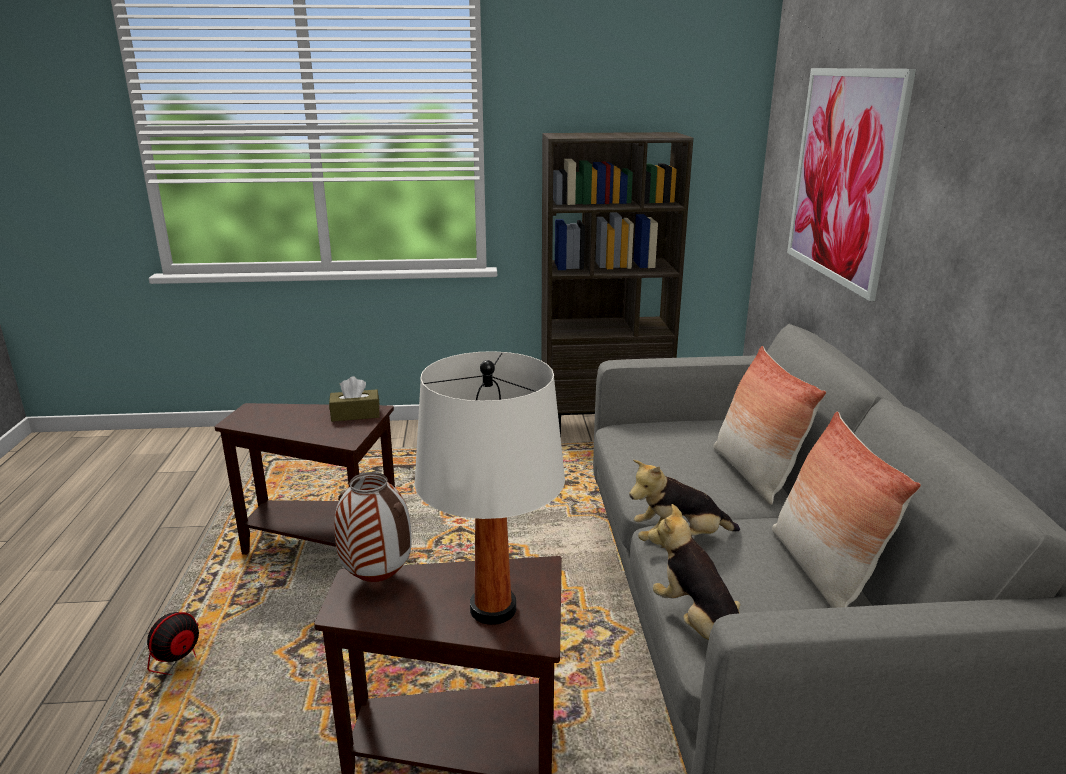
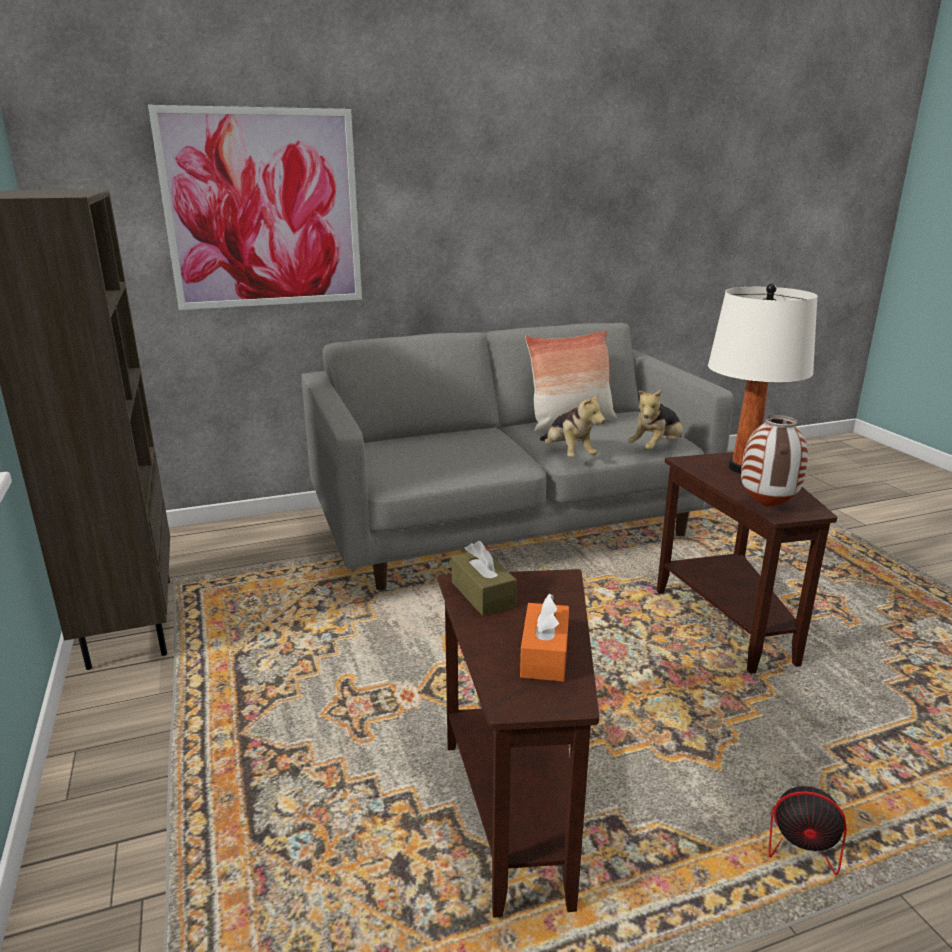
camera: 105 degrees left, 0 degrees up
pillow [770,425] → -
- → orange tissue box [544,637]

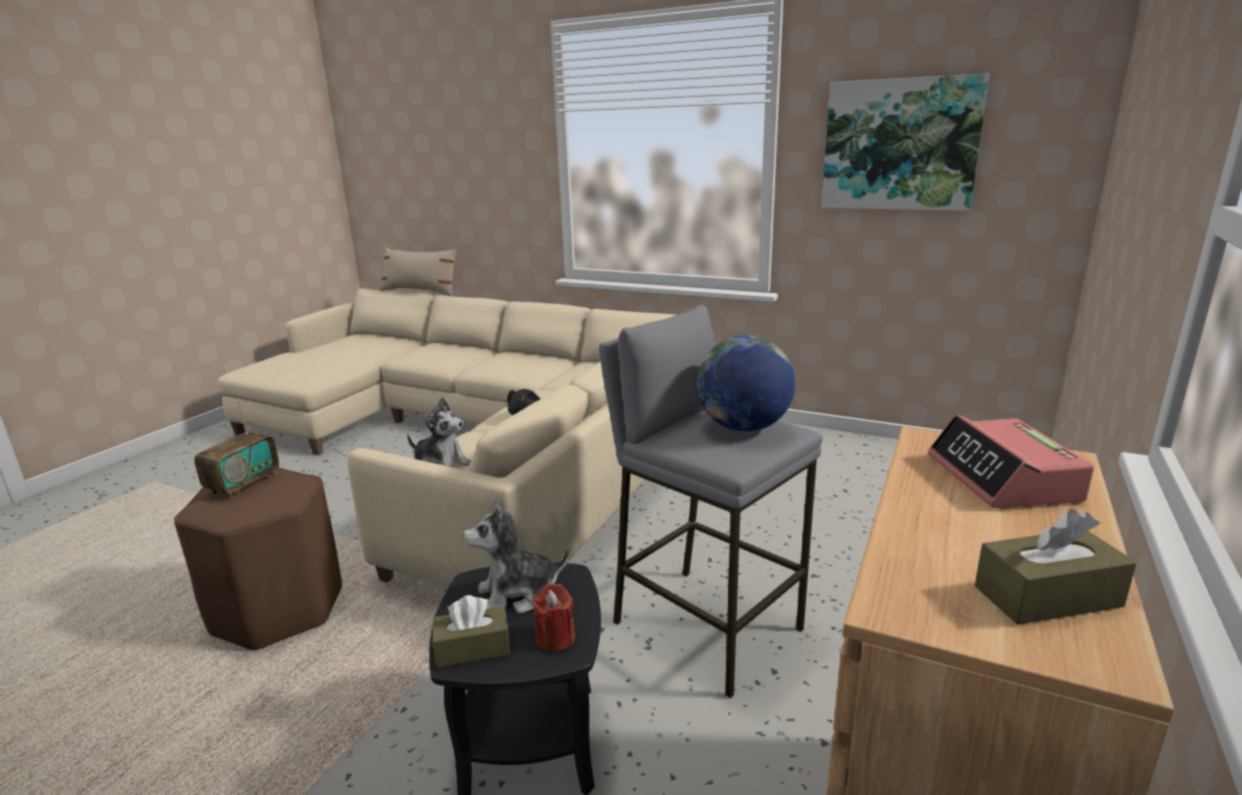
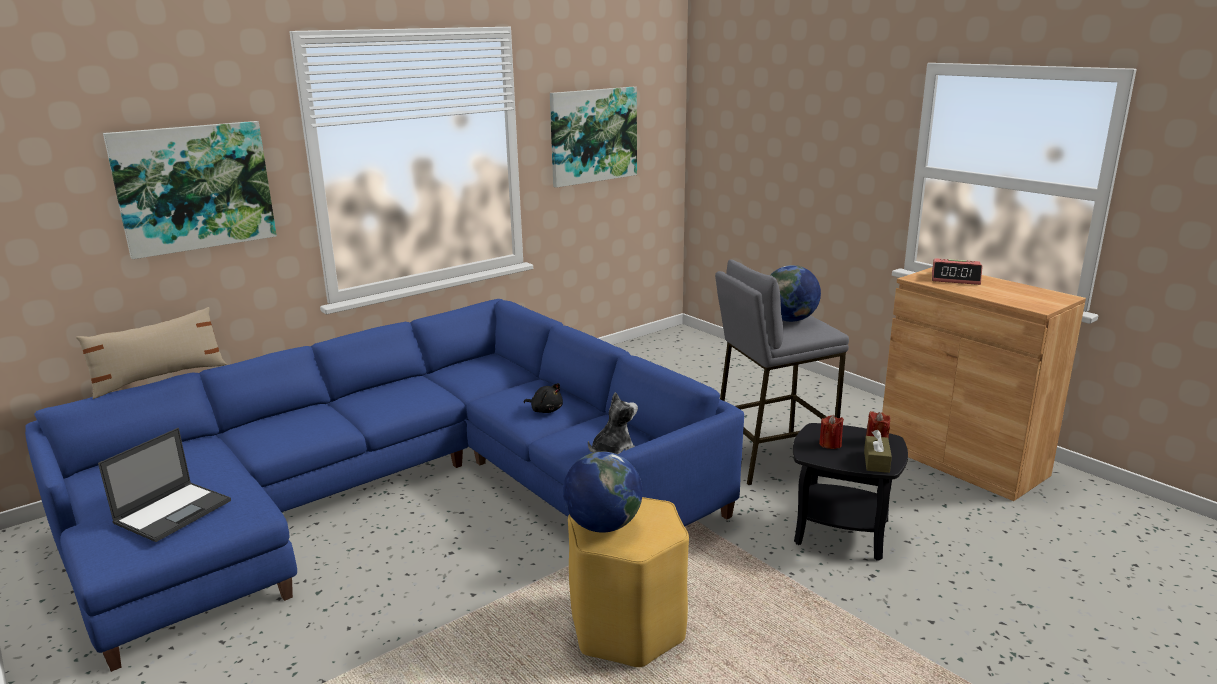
camera: 65 degrees left, 0 degrees up
beige sofa [465,437] → blue sofa [384,485]
radio [236,450] → globe [603,492]
brown stool [258,559] → yellow stool [628,582]
plush toy [515,557] → red candle [831,432]
brown tissue box [1055,567] → -
- → picture [190,190]
- → laptop [164,485]

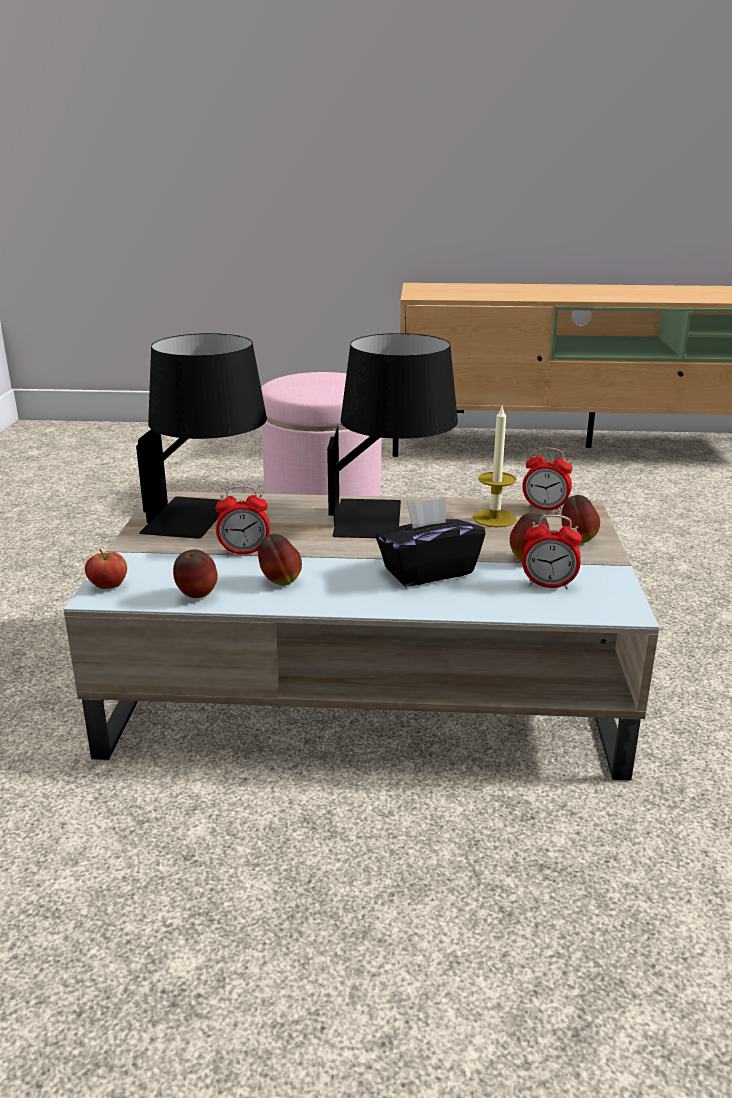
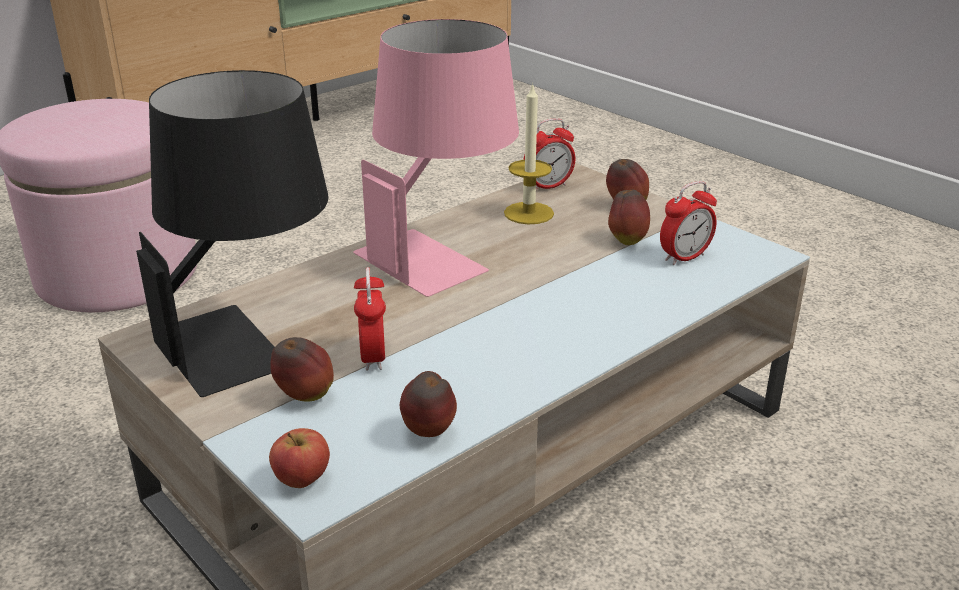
camera: 45 degrees left, 5 degrees up
black table lamp [392,435] → pink table lamp [436,158]
alarm clock [243,520] → alarm clock [370,319], 135 degrees clockwise
black tissue box [431,542] → -
apple [280,560] → apple [302,369], relocated

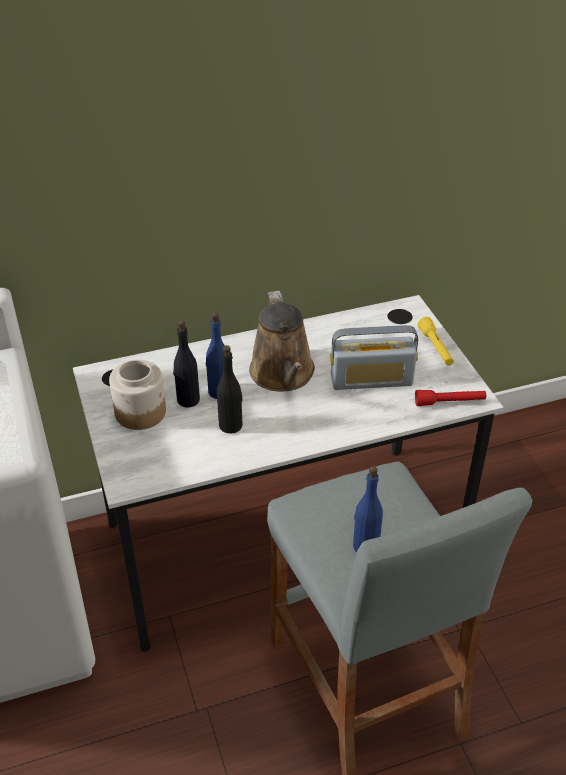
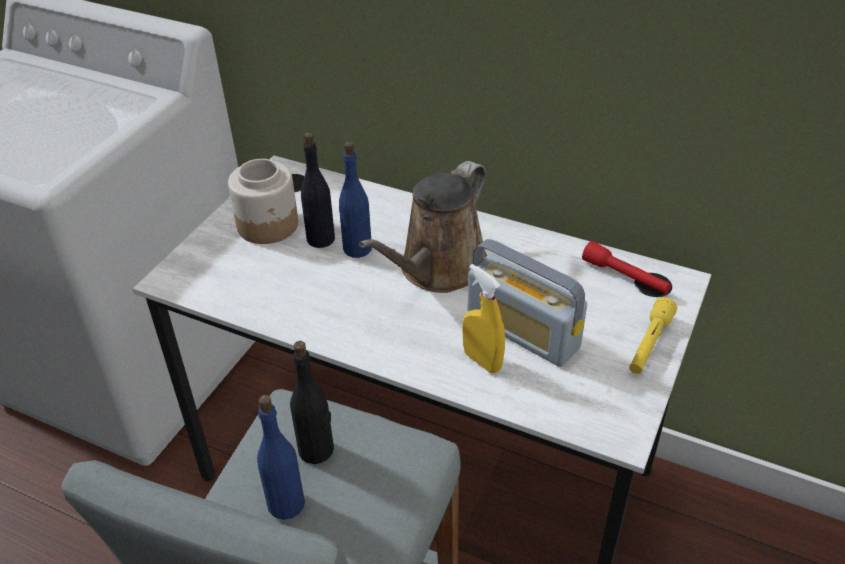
camera: 45 degrees right, 0 degrees up
black bottle [230,389] → black bottle [312,402], relocated
red flashlight [450,398] → red flashlight [626,267], relocated
- → yellow spray bottle [484,318]

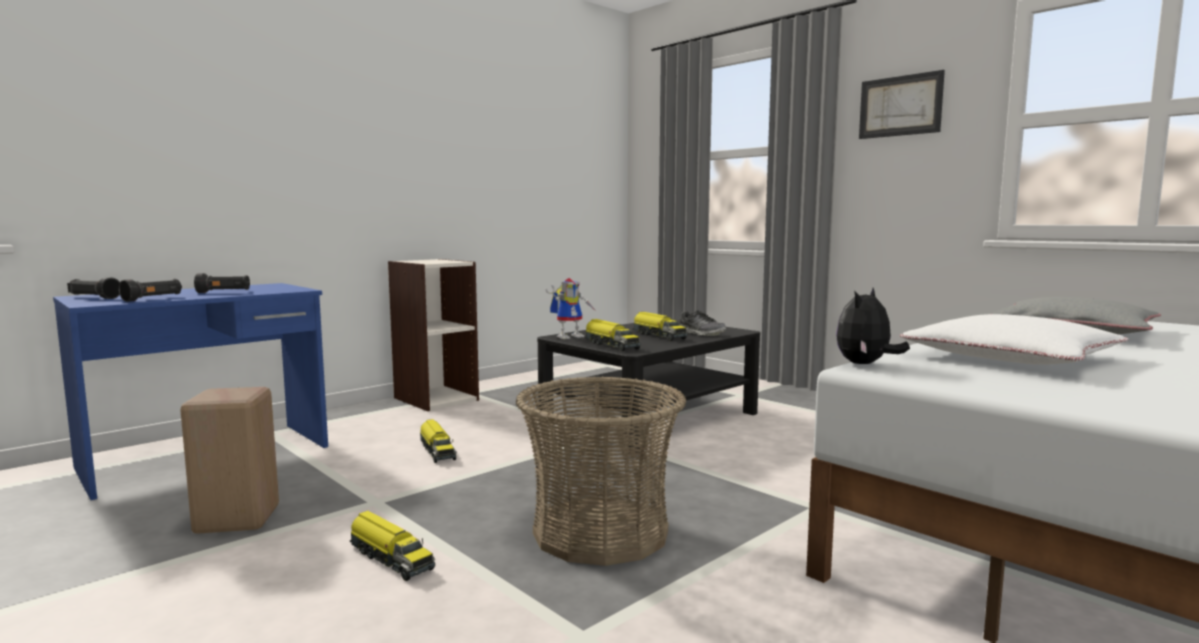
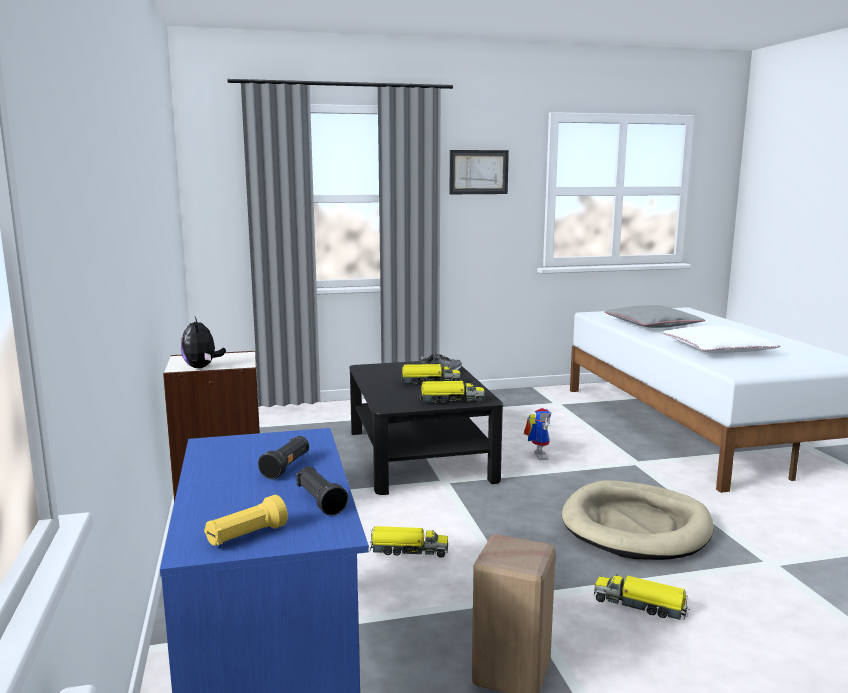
camera: 60 degrees left, 5 degrees up
black flashlight [93,288] → yellow flashlight [246,520]
toy robot [571,308] → toy robot [537,434], relocated
plush toy [873,326] → plush toy [203,342], relocated
basket [601,471] → beige dog bed [638,520]
toy truck [392,546] → toy truck [642,597], 135 degrees counterclockwise

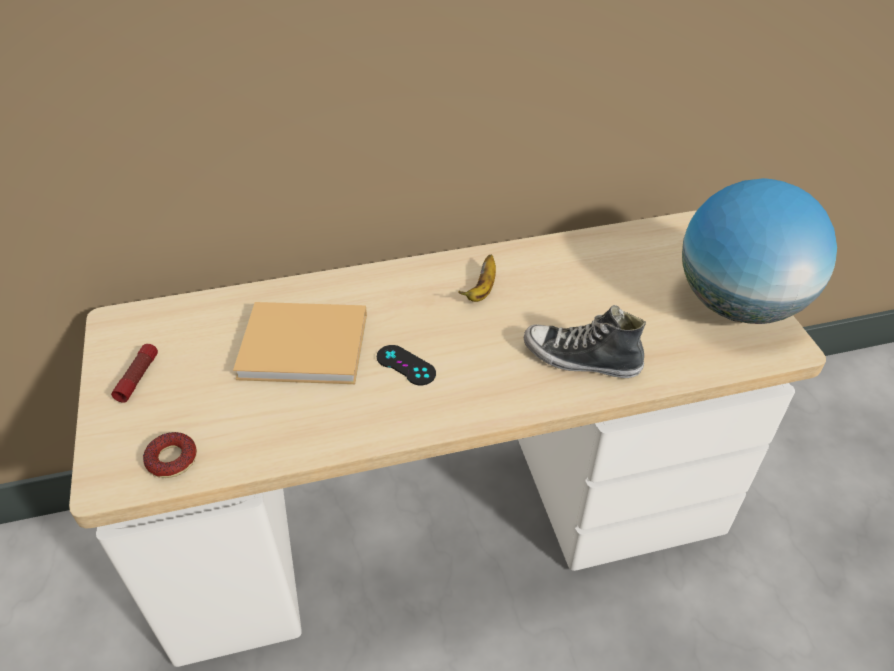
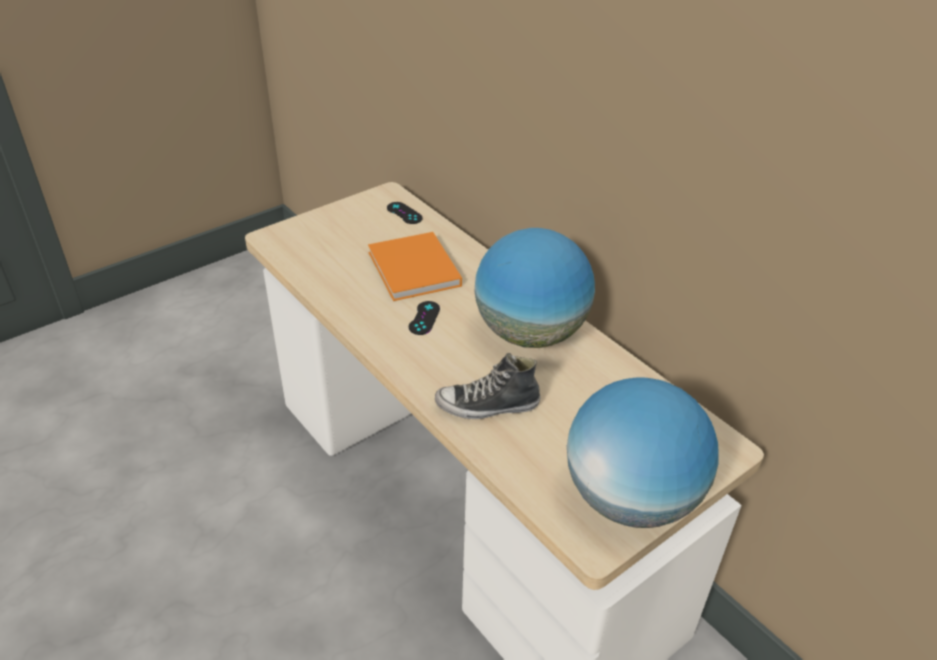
camera: 65 degrees right, 5 degrees down
banana [477,278] → globe [535,288]
beige book [300,343] → orange book [415,266]
shoe [585,341] → shoe [487,386], 90 degrees counterclockwise
flashlight [134,373] → -
donut [170,455] → -
- → black game controller [405,213]

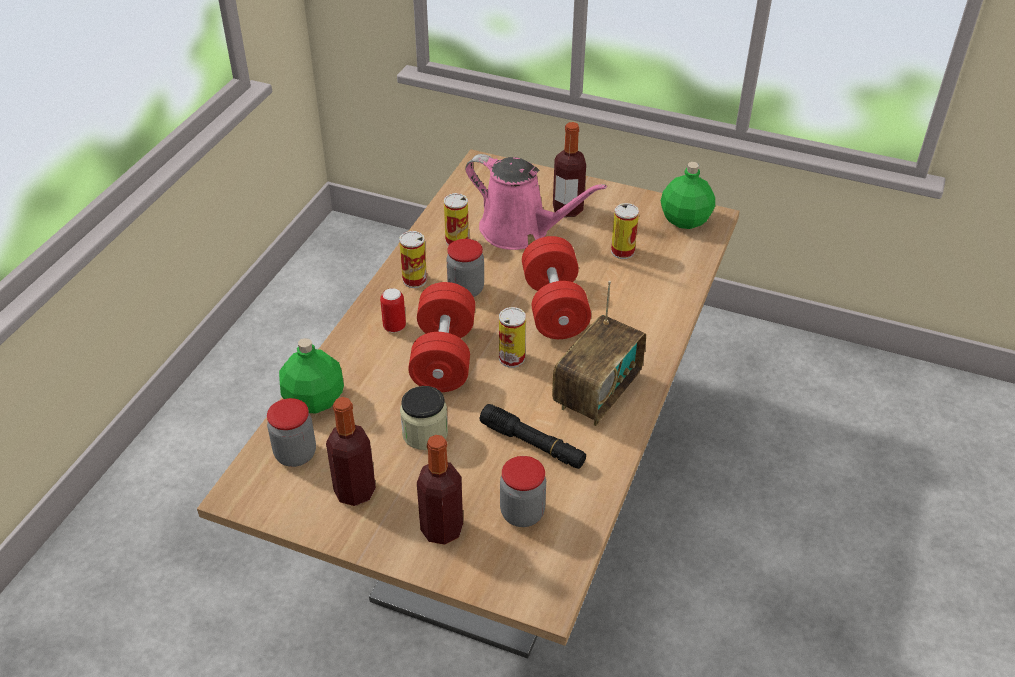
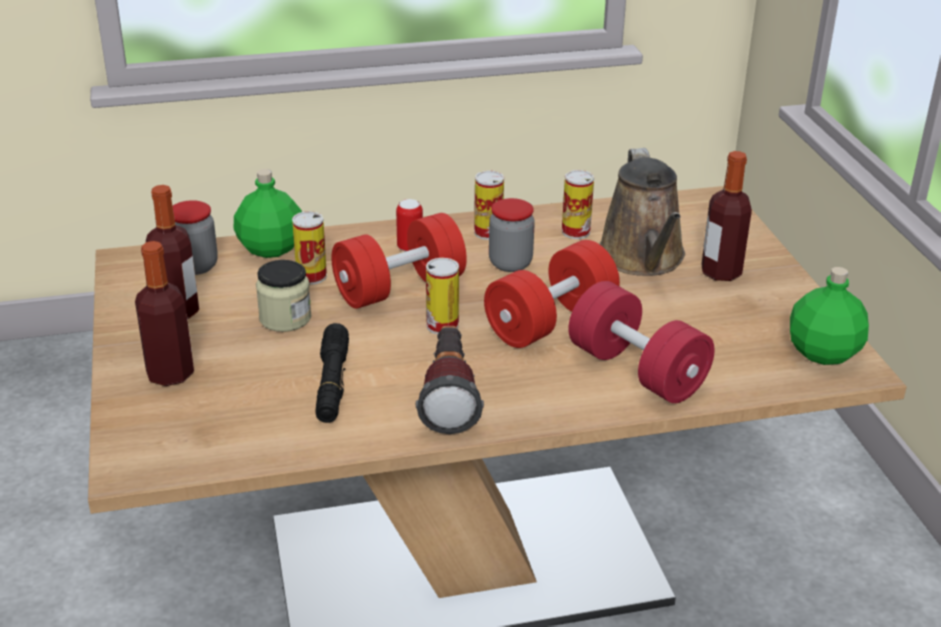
camera: 55 degrees right, 10 degrees down
pink watering can [536,202] → brown watering can [642,212]
can [625,231] → can [309,248], relocated
radio [599,353] → flashlight [450,380]
jar [523,491] → -
- → red dumbbell [641,342]

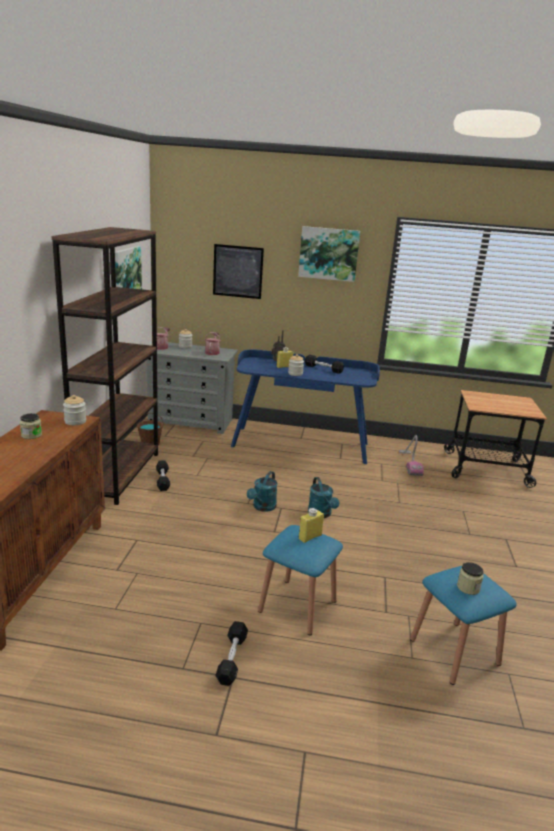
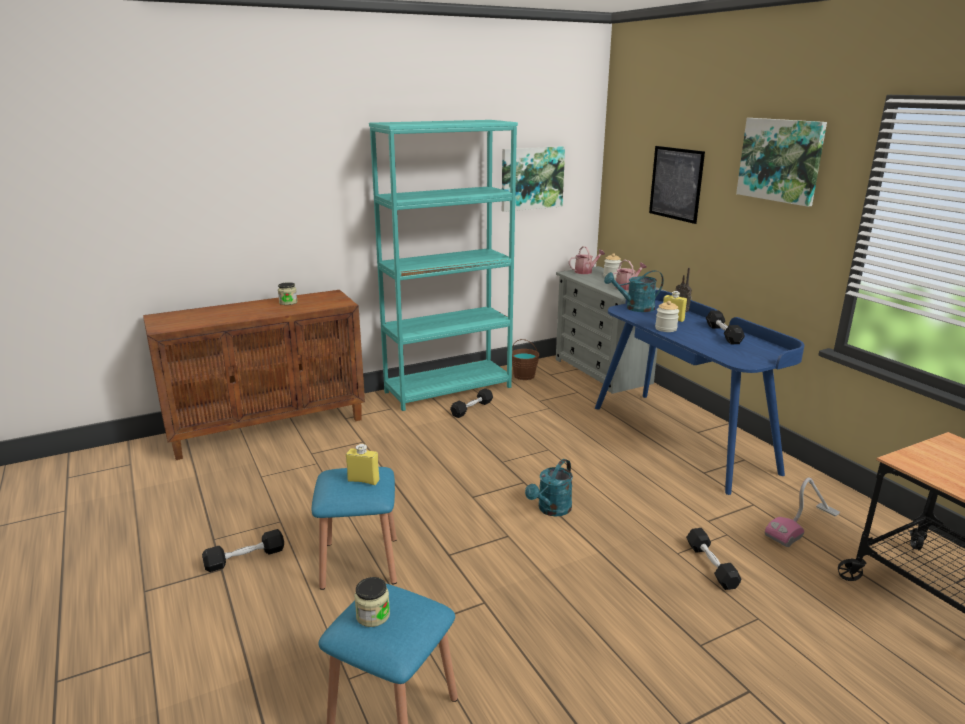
camera: 55 degrees right, 0 degrees up
brown bookcase [104,366] → turquoise bookcase [443,265]
jar [74,410] → -
turquoise watering can [262,491] → turquoise watering can [634,291], relocated
- → black dumbbell [713,559]

